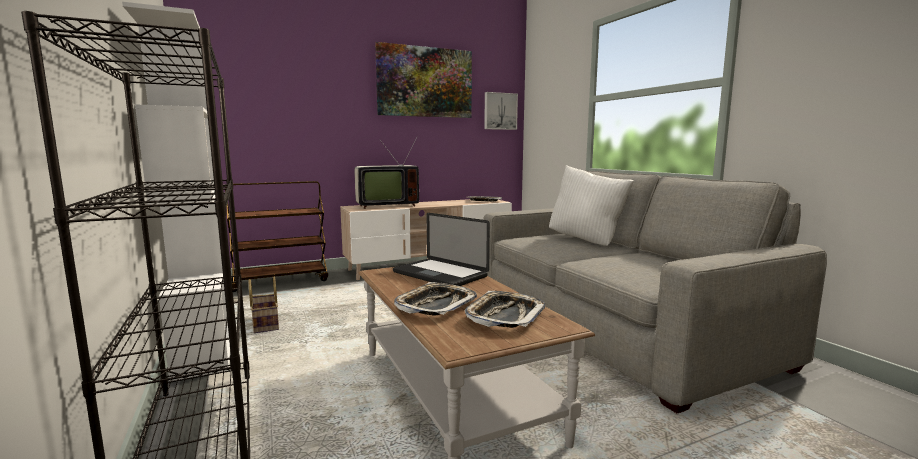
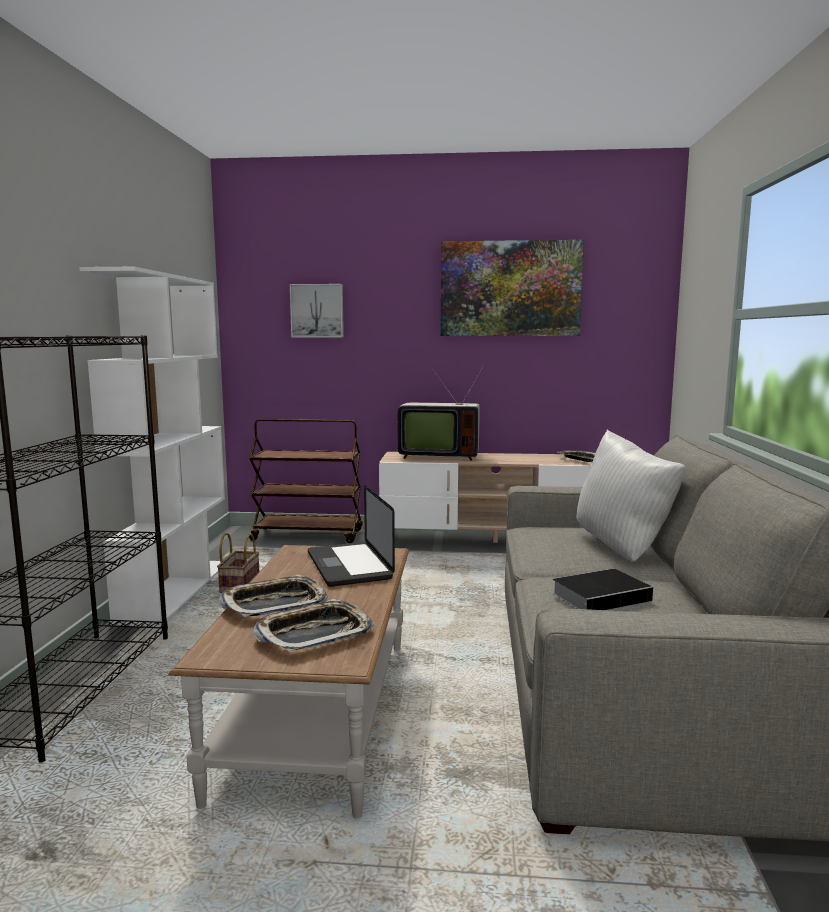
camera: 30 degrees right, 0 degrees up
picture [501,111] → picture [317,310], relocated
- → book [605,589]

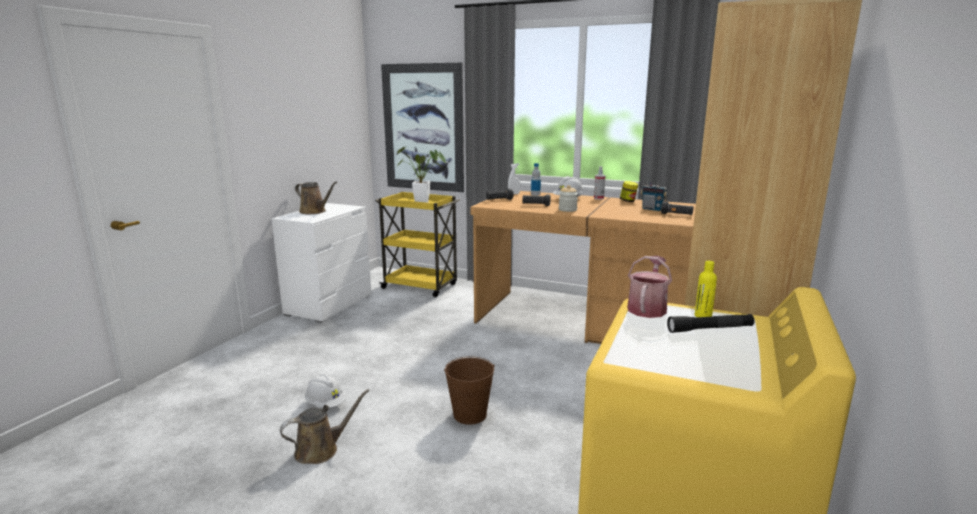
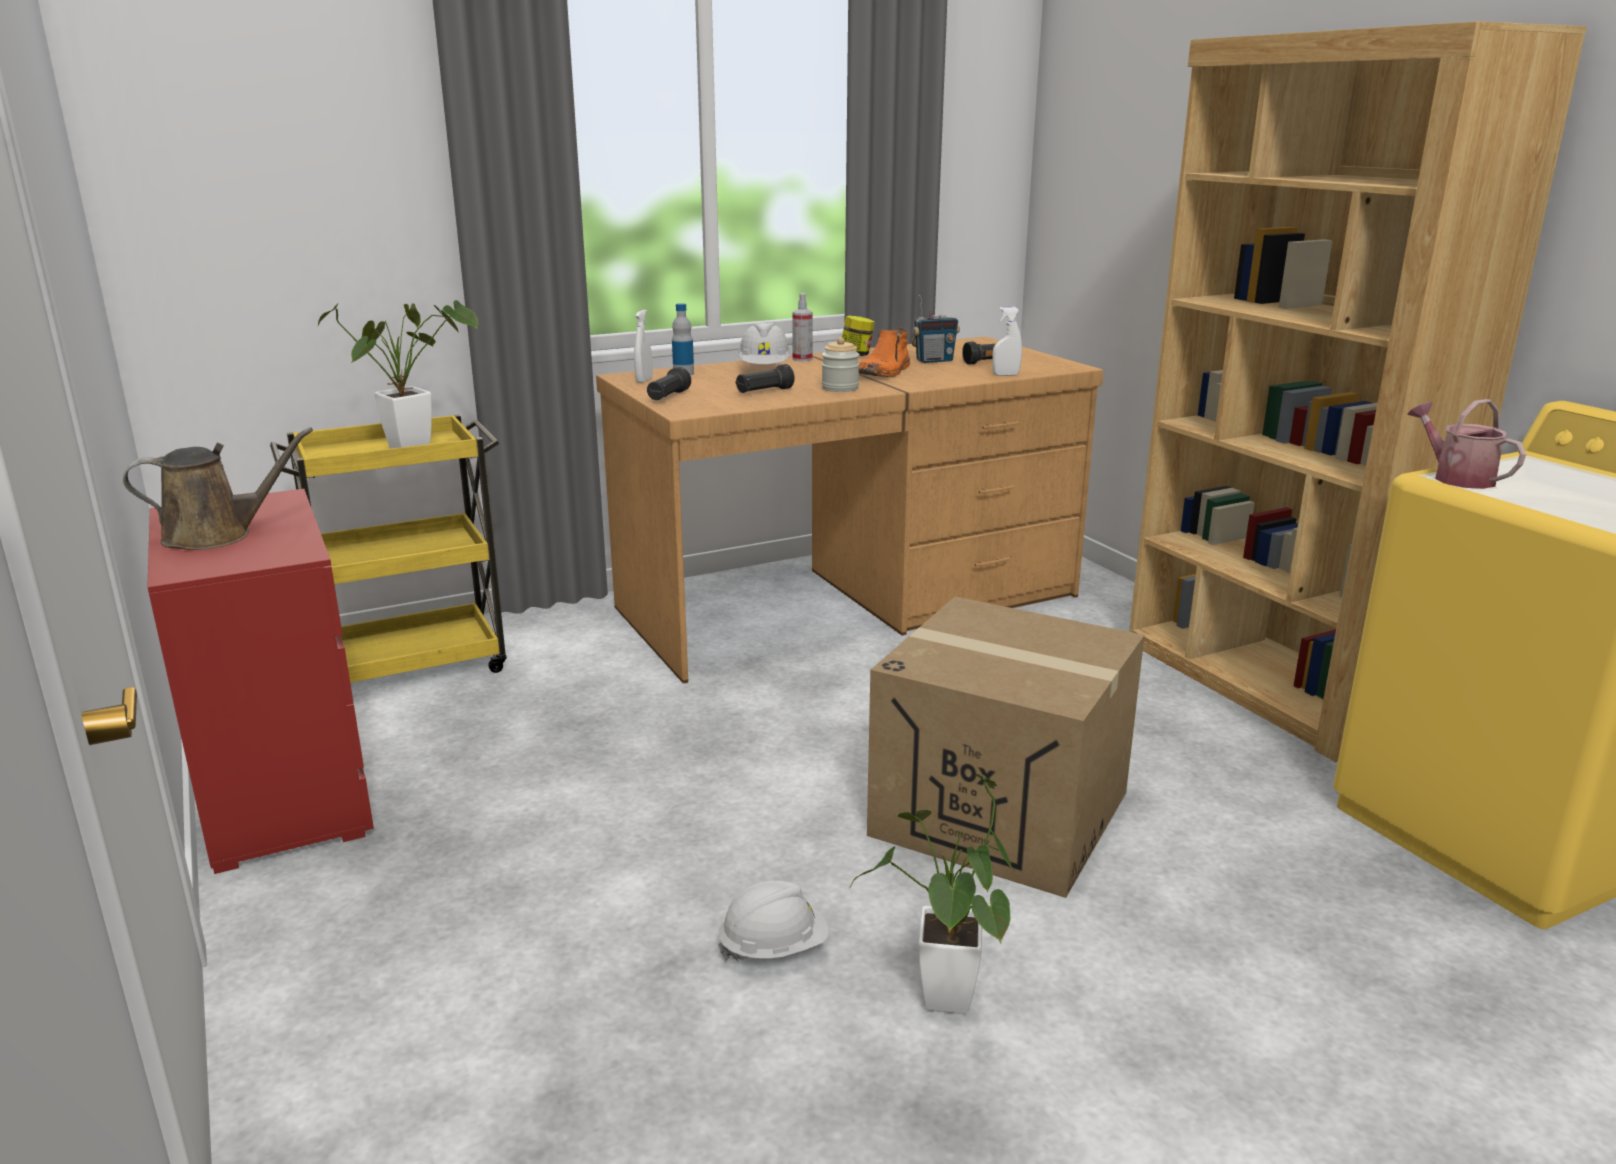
camera: 50 degrees left, 5 degrees up
picture [422,127] → -
white dresser [321,263] → red dresser [260,681]
yellow bottle [706,289] → -
black flashlight [711,323] → -
brown bucket [469,390] → cardboard box [1006,747]
brown watering can [325,426] → potted plant [932,894]
- → white spray bottle [1007,341]
- → orange boot [884,352]

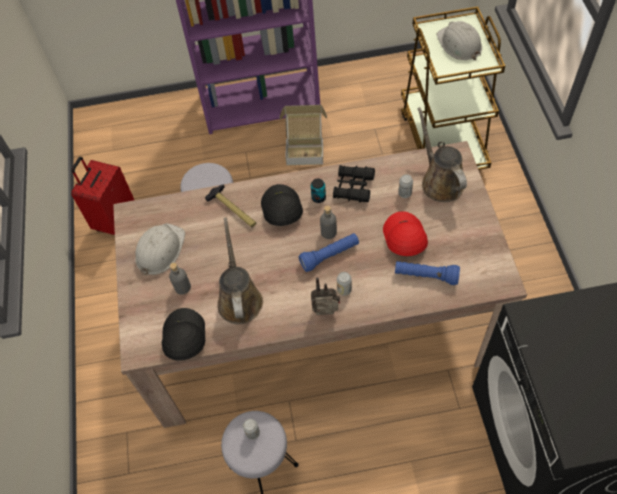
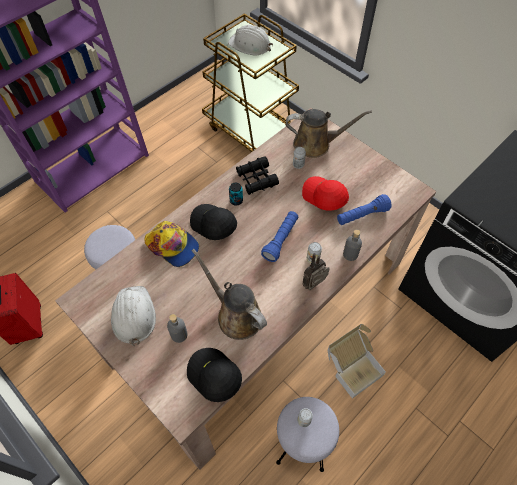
camera: 40 degrees left, 0 degrees up
cardboard box [303,135] → cardboard box [357,361], relocated
brown watering can [442,154] → brown watering can [329,133], 150 degrees clockwise
hammer [230,205] → cap [171,244]
grey bottle [328,222] → grey bottle [352,245], relocated

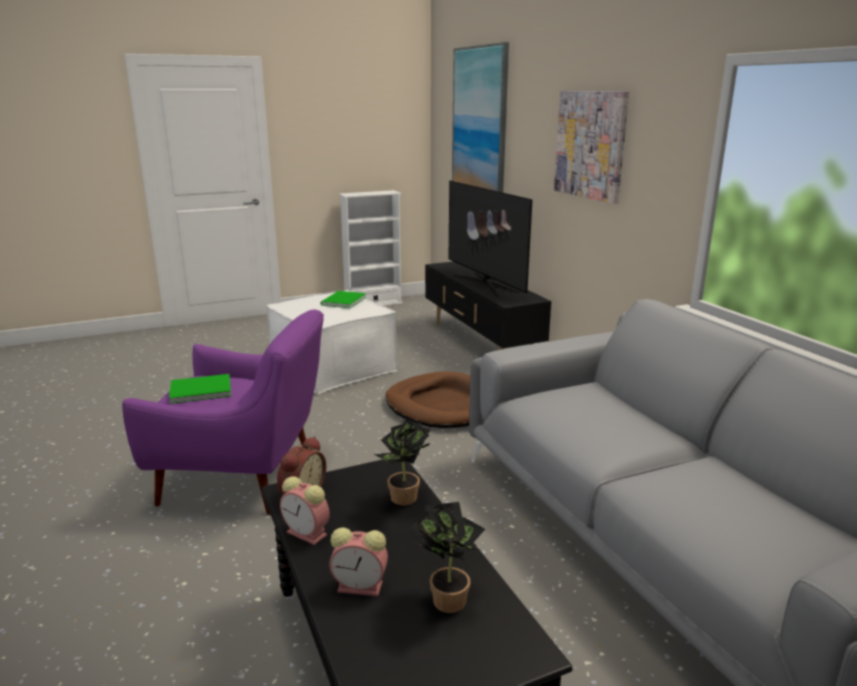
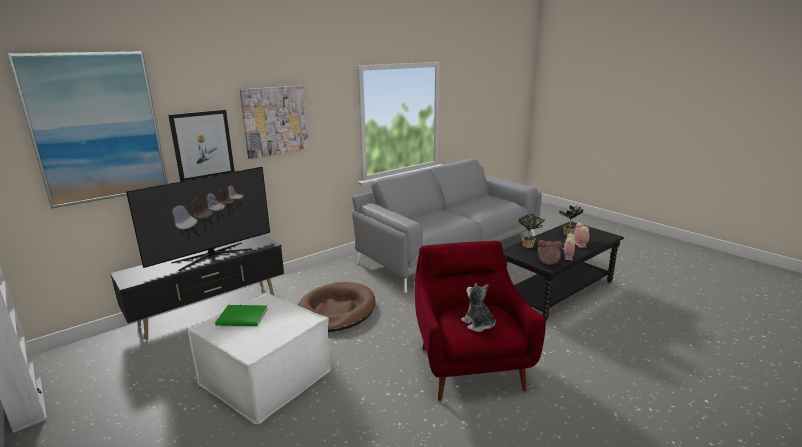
camera: 105 degrees left, 0 degrees up
purple armchair [223,412] → red armchair [480,321]
green book [200,389] → plush toy [478,307]
- → picture [201,145]

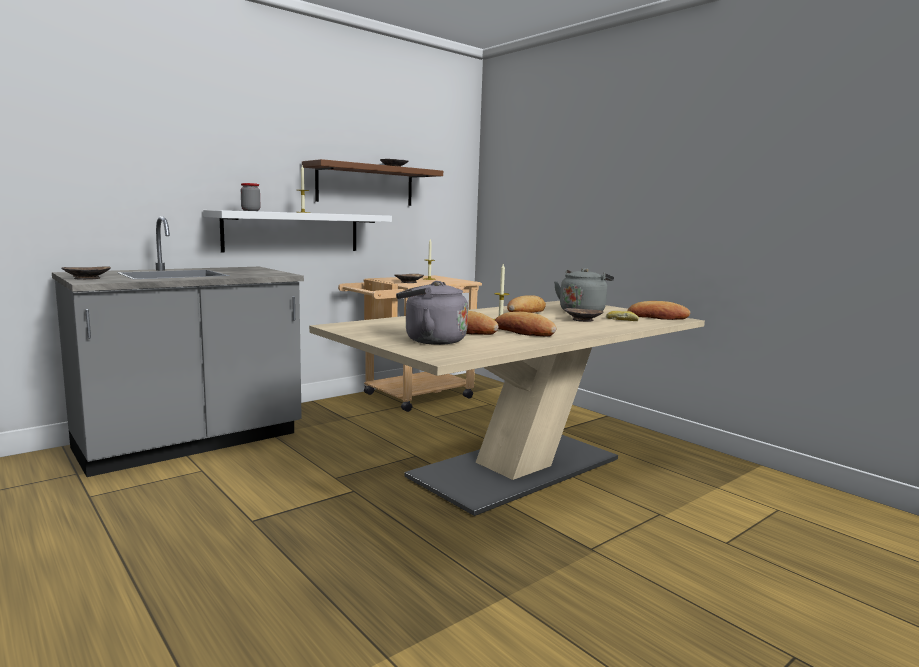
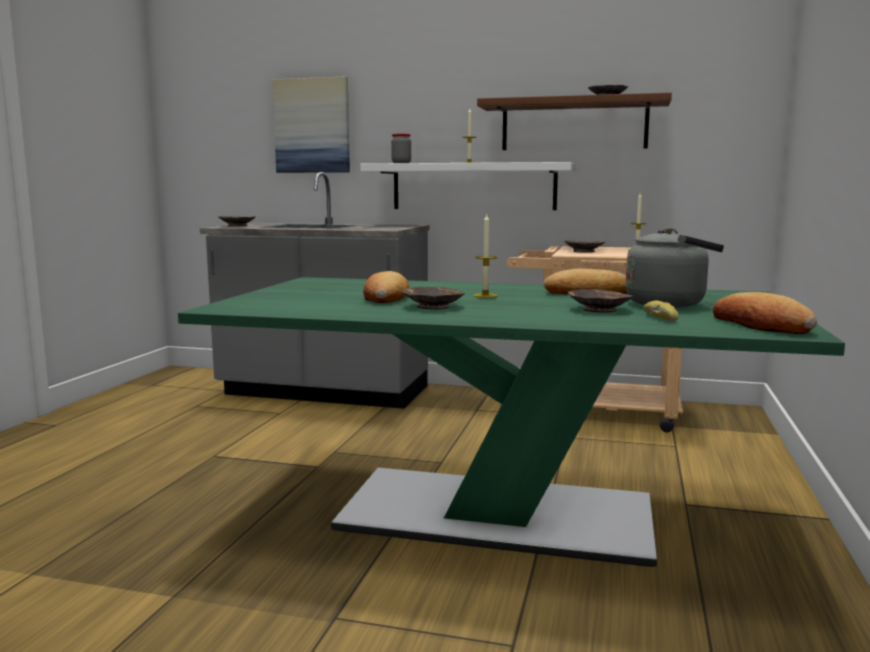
camera: 55 degrees right, 0 degrees up
grey kettle [432,313] → -
beige dining table [507,408] → green dining table [511,422]
bread [525,324] → brown bowl [433,298]
- → picture [311,124]

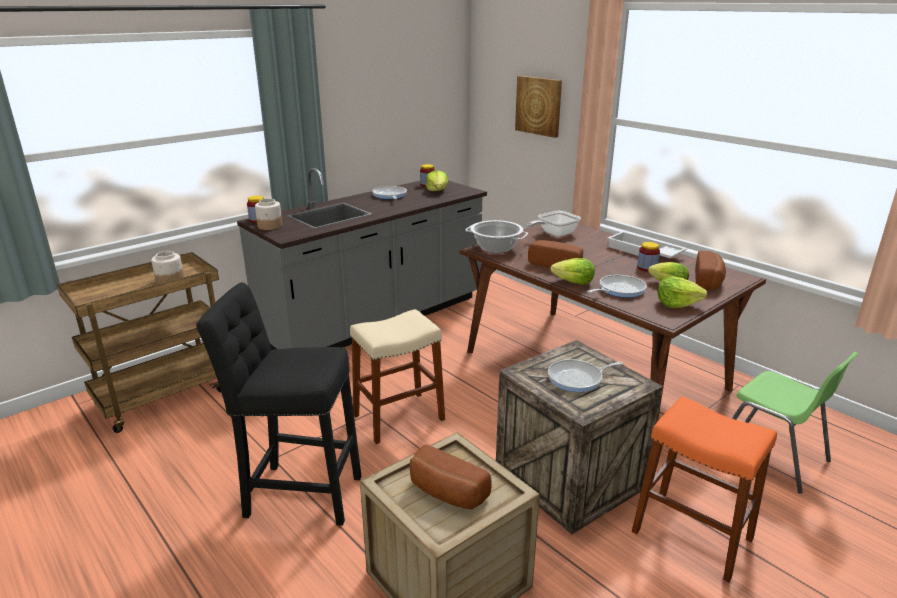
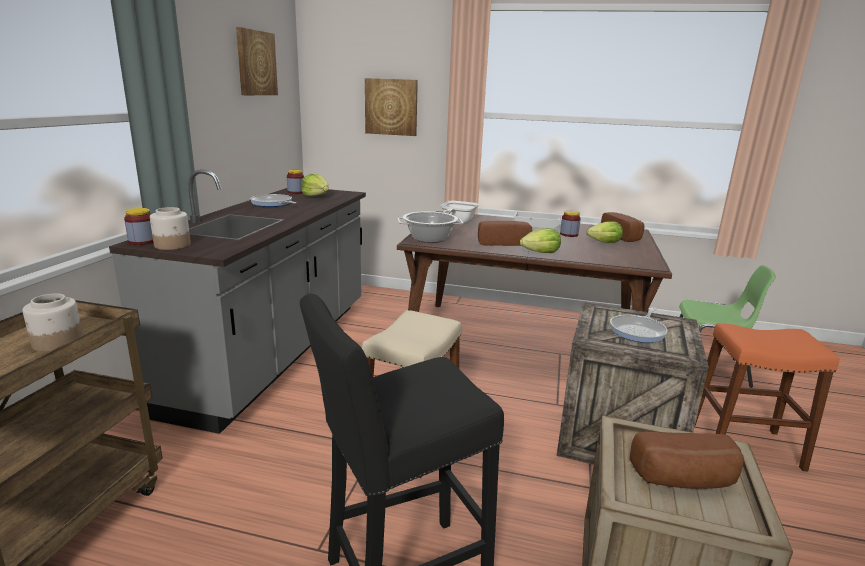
camera: 35 degrees left, 5 degrees down
frying pan [617,286] → -
lettuce [682,292] → -
- → picture [257,61]

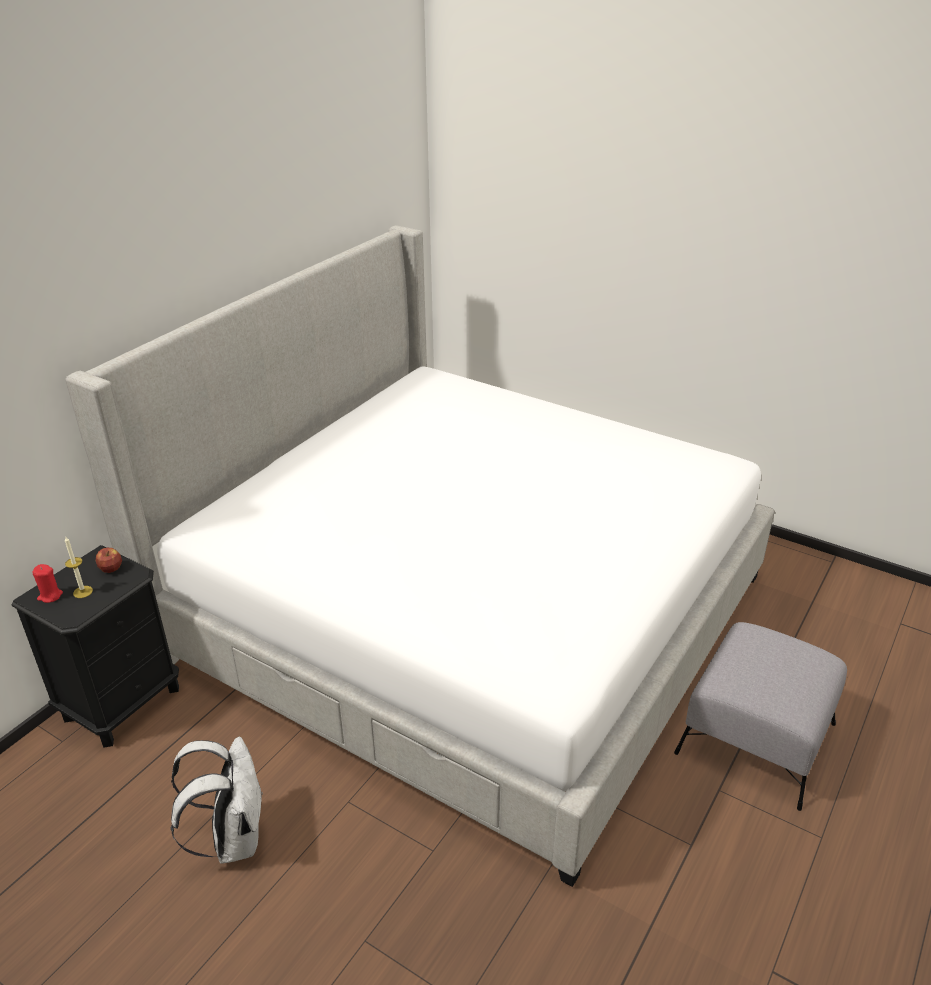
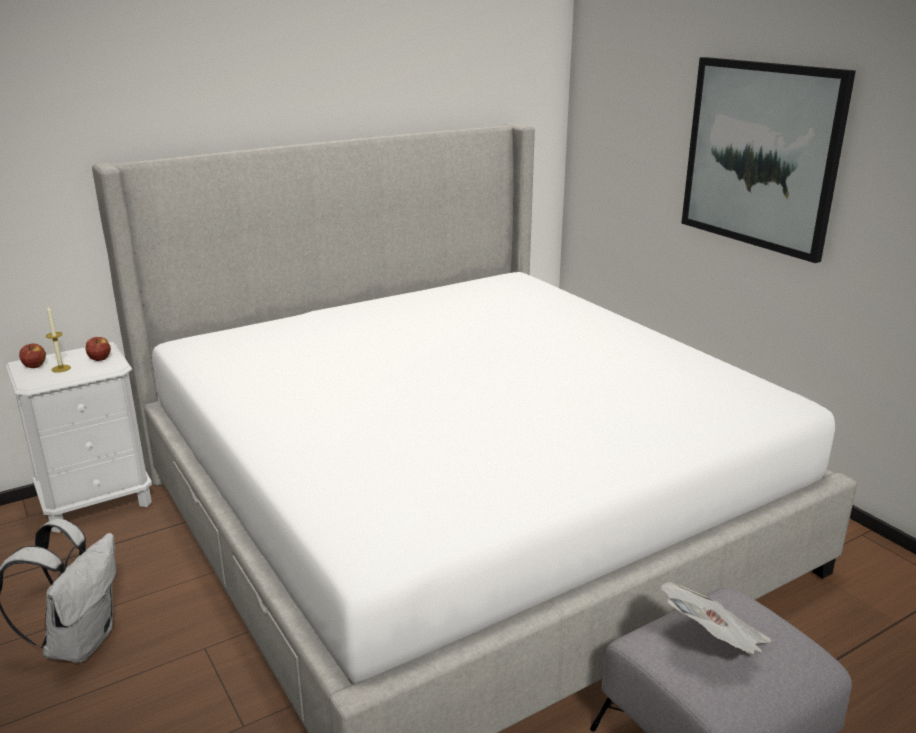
camera: 25 degrees right, 10 degrees down
black nightstand [95,646] → white nightstand [78,437]
red candle [47,583] → apple [32,355]
- → picture [768,160]
- → newspaper [716,618]

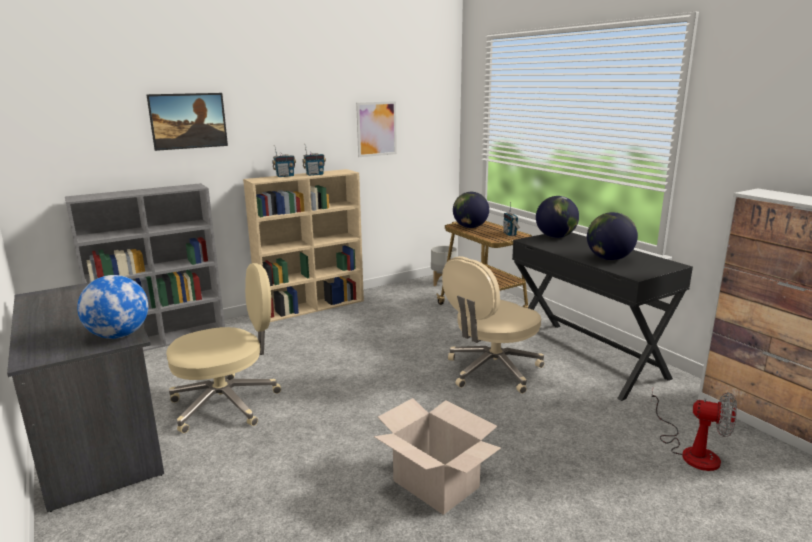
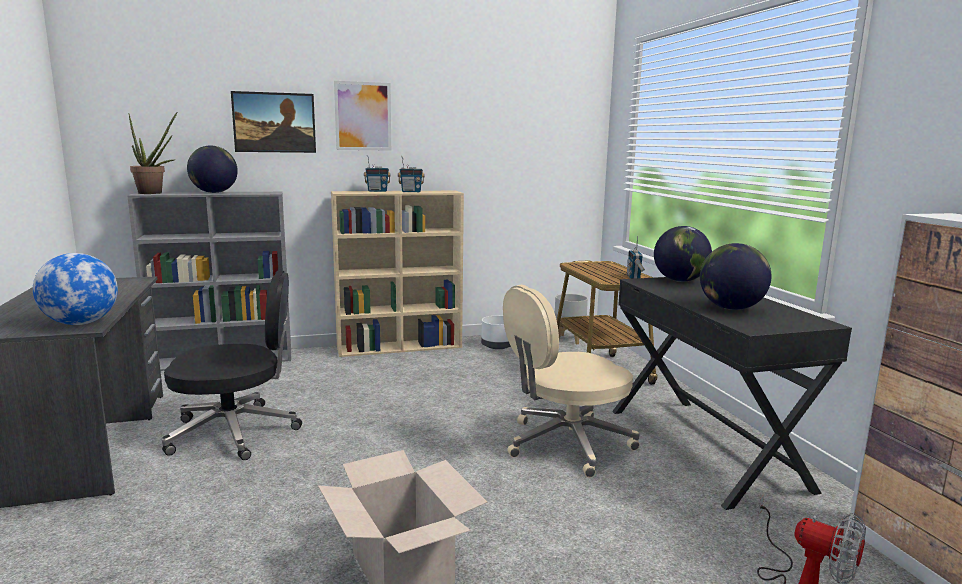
camera: 15 degrees right, 5 degrees down
picture [376,129] → picture [362,116], relocated
globe [471,210] → globe [212,169], relocated
beige office chair [223,348] → black office chair [232,365]
- → potted plant [152,153]
- → white planter [496,332]

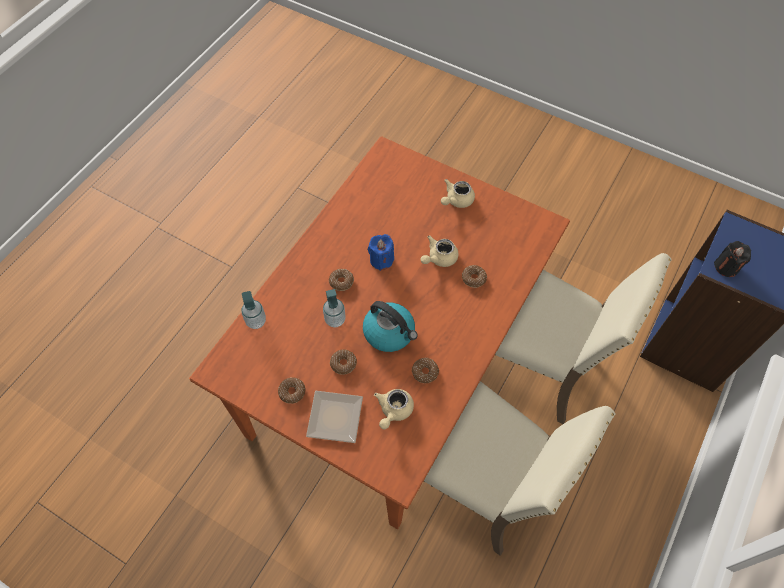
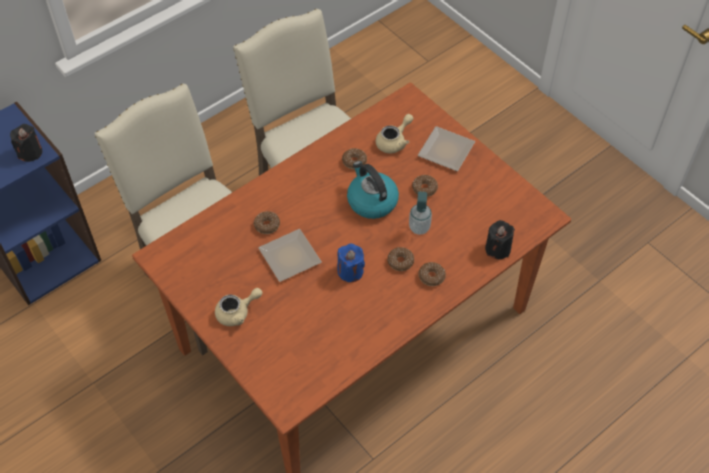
camera: 160 degrees left, 5 degrees down
beige teapot [440,251] → plate [290,255]
soap dispenser [253,310] → black candle [500,239]
donut [292,390] → donut [432,274], relocated

